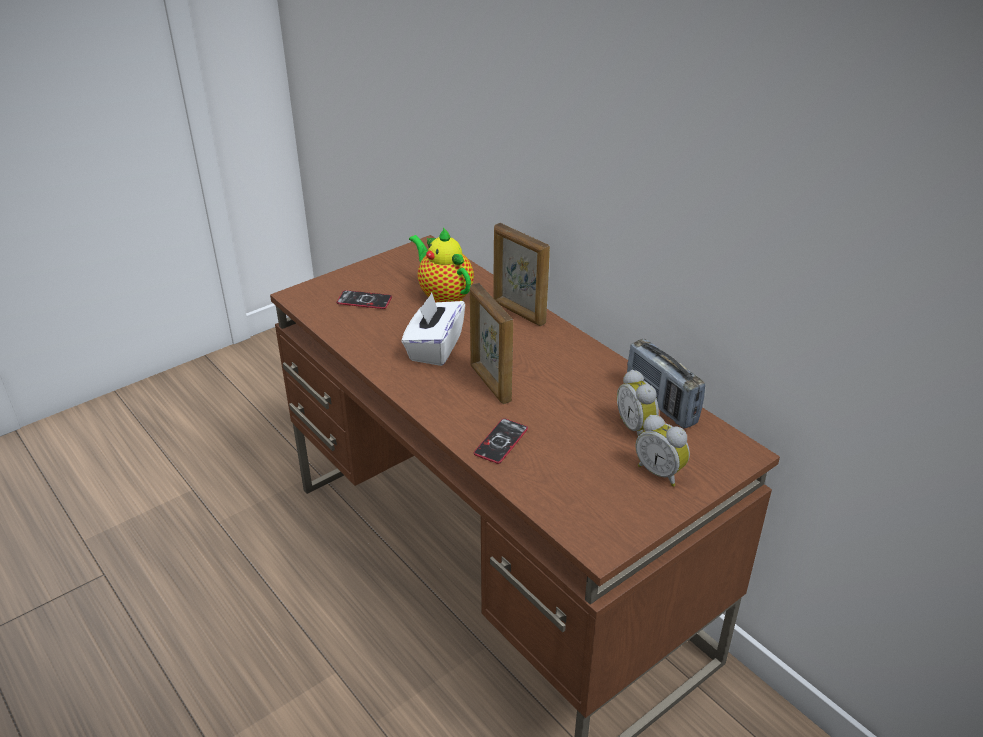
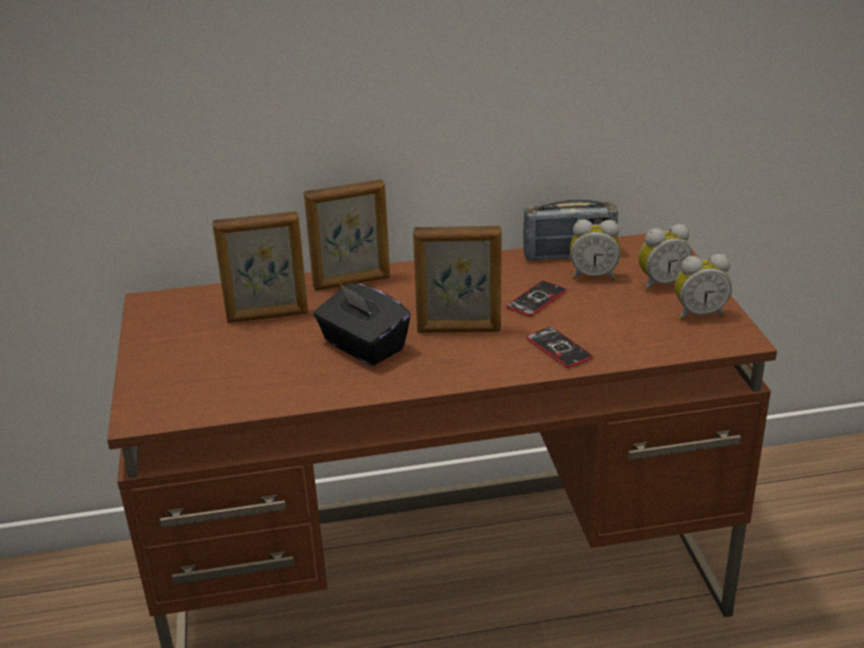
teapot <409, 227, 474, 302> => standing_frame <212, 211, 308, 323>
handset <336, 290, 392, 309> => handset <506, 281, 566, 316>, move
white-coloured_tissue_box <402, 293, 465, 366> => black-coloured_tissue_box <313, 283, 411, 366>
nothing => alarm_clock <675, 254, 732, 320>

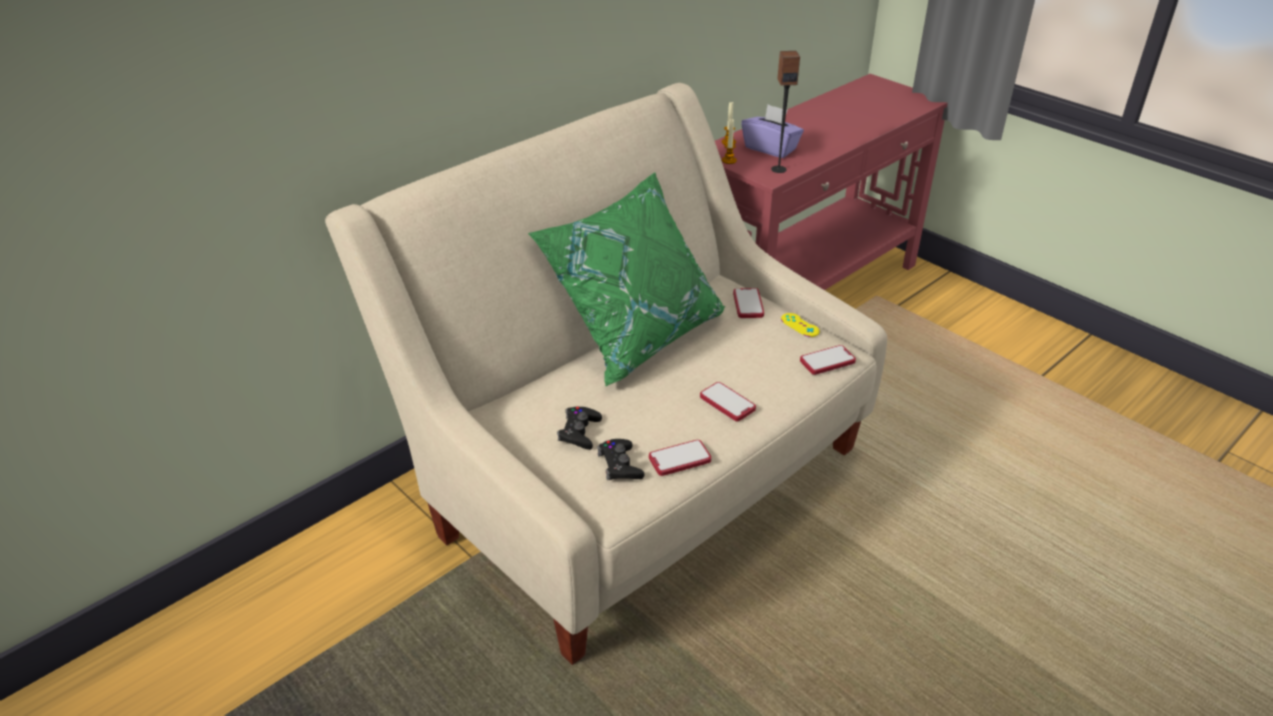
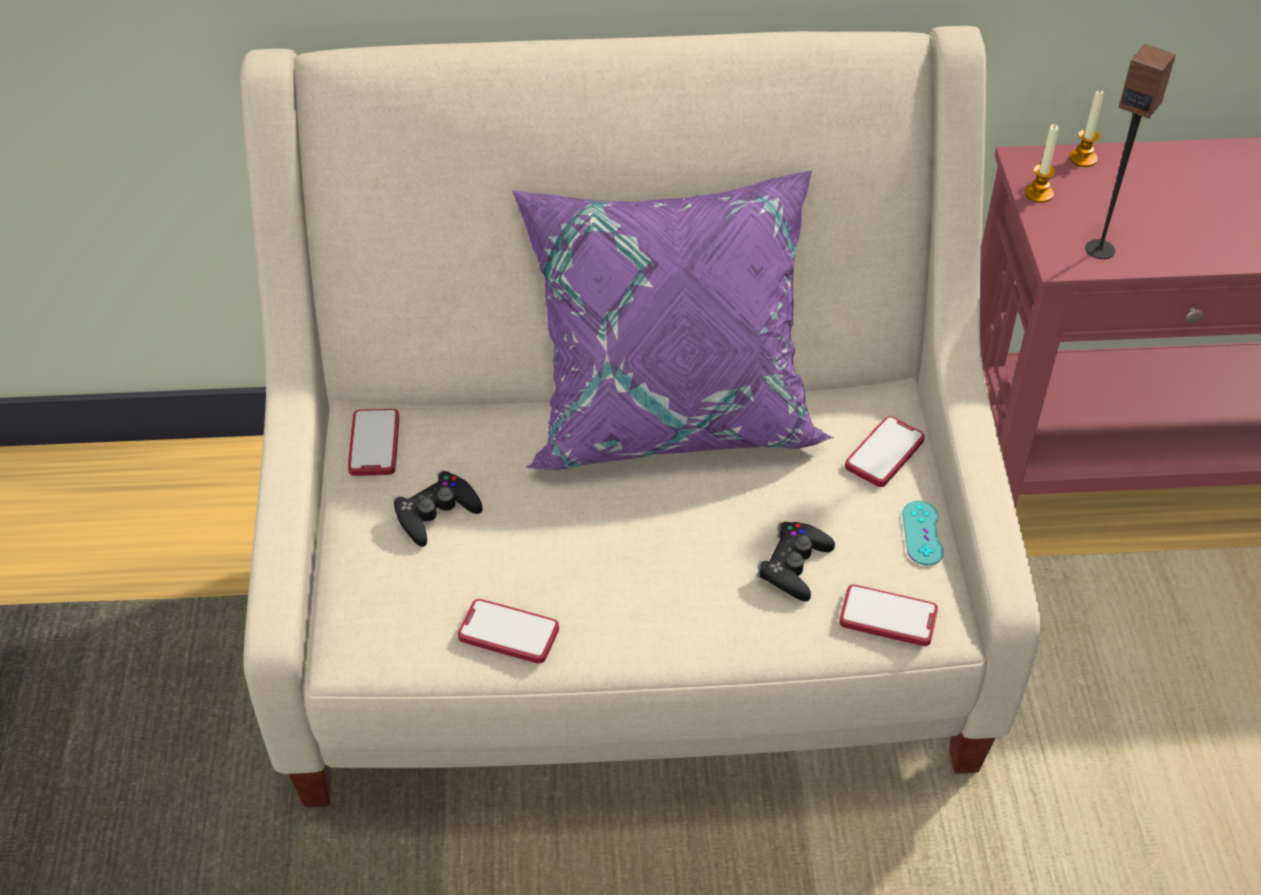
purplish_tissue_box <741, 104, 804, 158> => nothing
green_cushion <528, 173, 725, 386> => purplish_cushion <512, 170, 833, 470>
yellow-coloured_gamepad <781, 313, 820, 337> => turquoise_gamepad <902, 501, 944, 565>
handset <700, 382, 756, 421> => handset <348, 409, 399, 476>, move
black-coloured_gamepad <597, 439, 644, 480> => black-coloured_gamepad <757, 522, 835, 602>, move

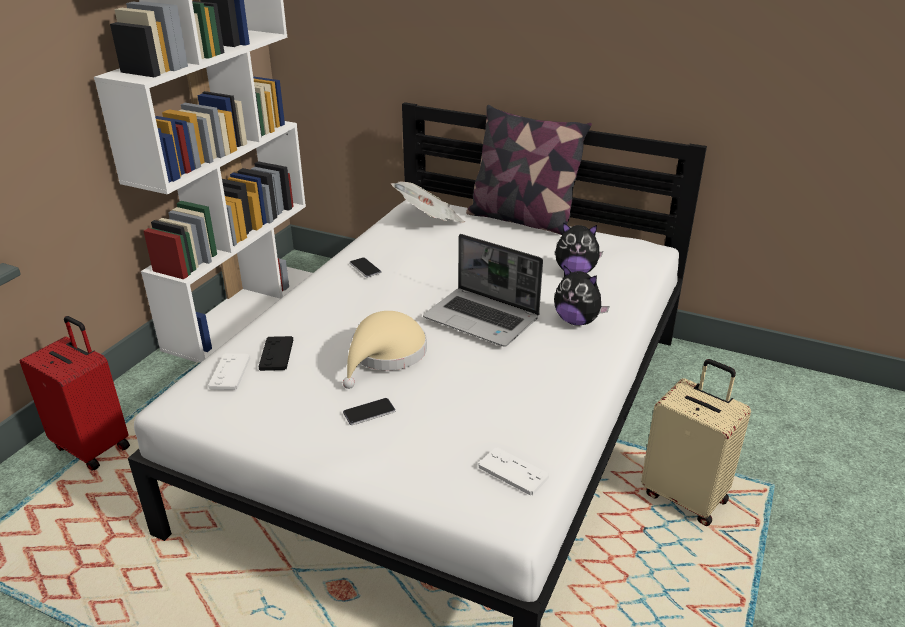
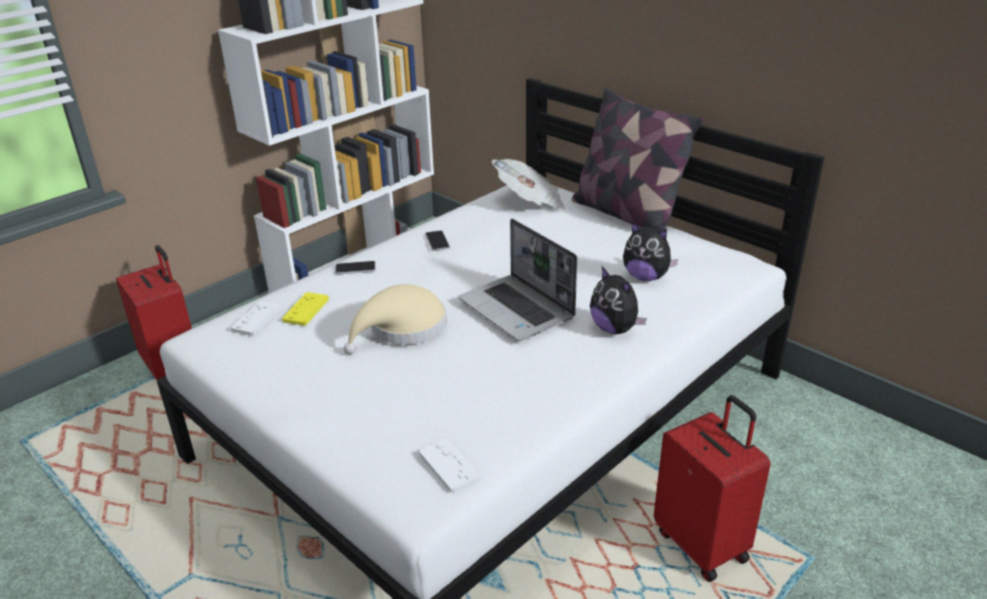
black-coloured_gamepad <258, 336, 293, 371> => yellow-coloured_gamepad <282, 292, 329, 326>
beige-coloured_travel_case <641, 359, 751, 526> => red-coloured_travel_case <654, 395, 771, 582>
handset <343, 398, 396, 425> => handset <335, 261, 376, 275>, move

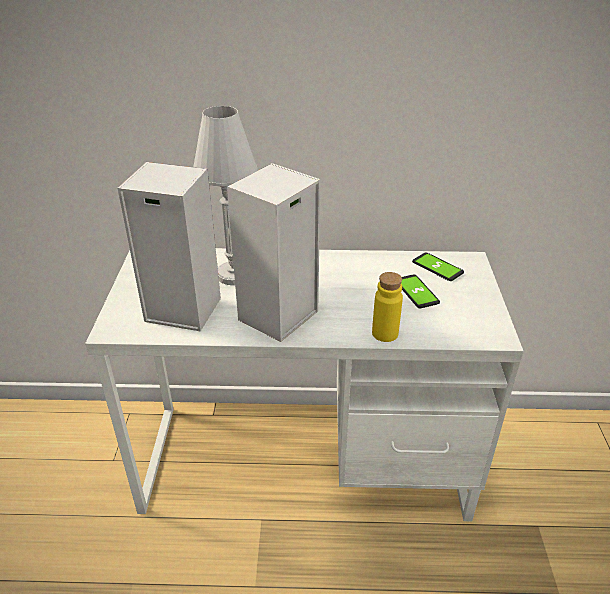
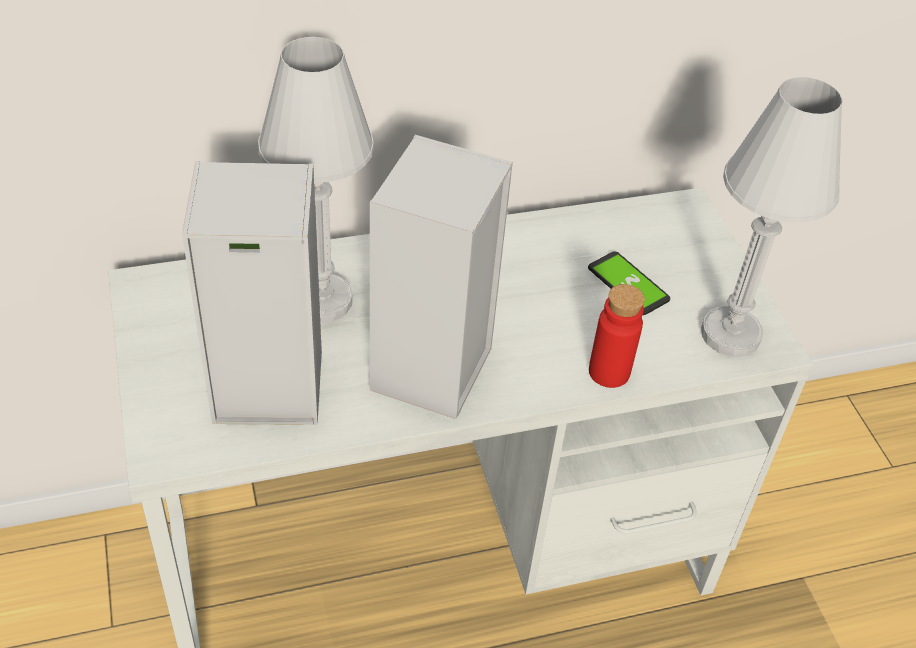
handset <412, 252, 464, 281> => nothing
yellow-coloured_drink_bottle <372, 272, 403, 342> => red-coloured_drink_bottle <589, 284, 645, 388>
nothing => white-coloured_table_lamp <701, 77, 842, 357>

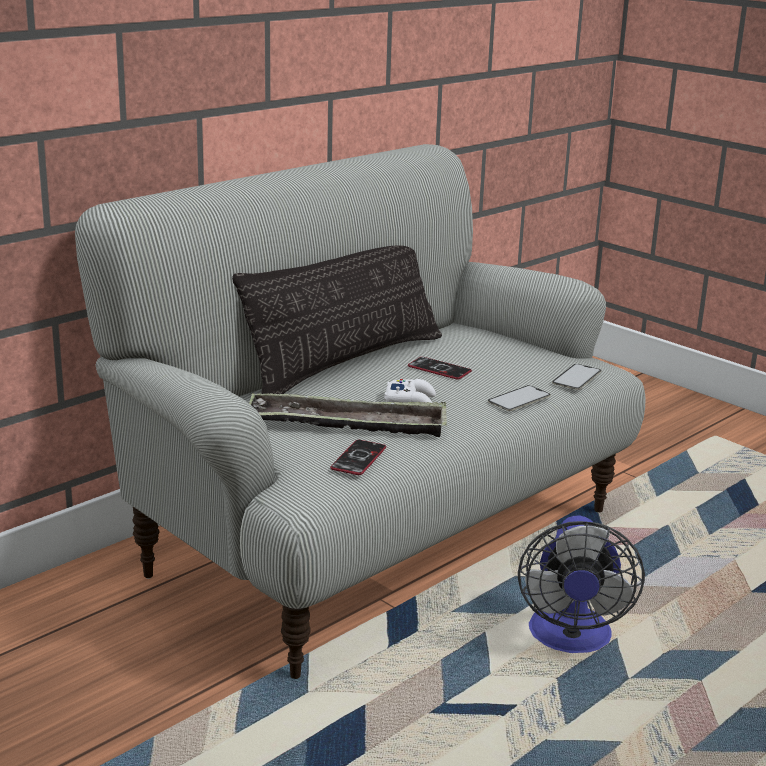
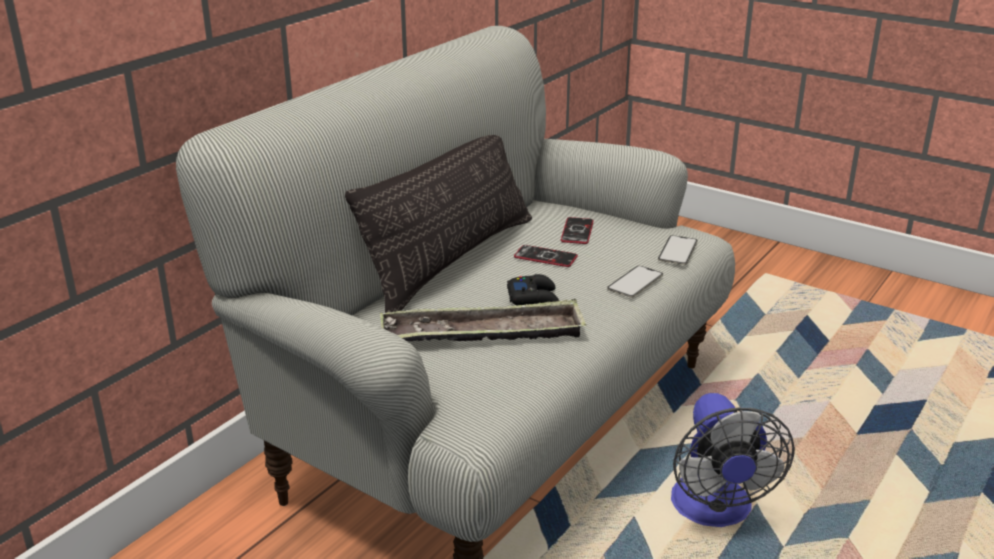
white-coloured_gamepad <384, 379, 436, 403> => black-coloured_gamepad <507, 274, 559, 305>
handset <330, 440, 386, 475> => handset <561, 217, 594, 244>, move

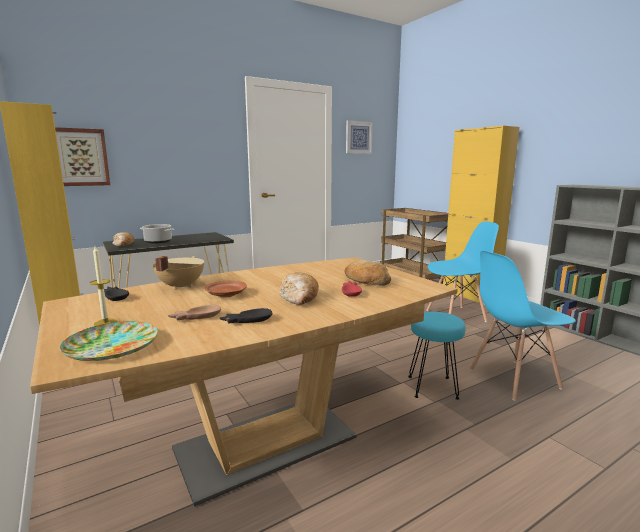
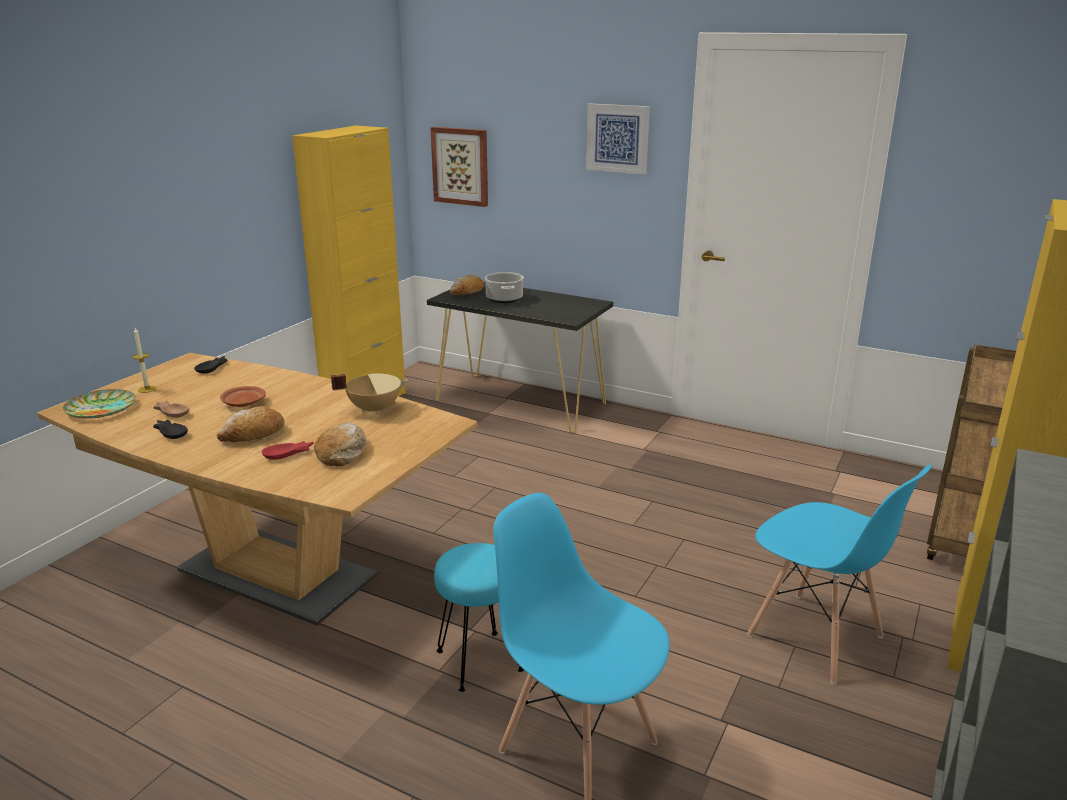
picture <346, 120, 373, 154> => picture <586, 104, 650, 175>, move
beige-coloured_saucepot <153, 256, 204, 290> => beige-coloured_saucepot <331, 373, 408, 415>, move

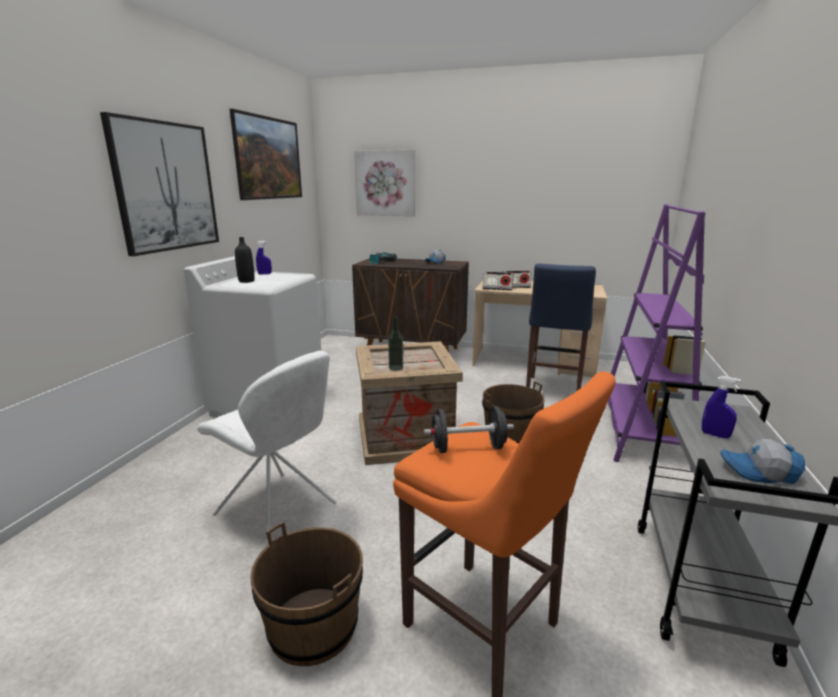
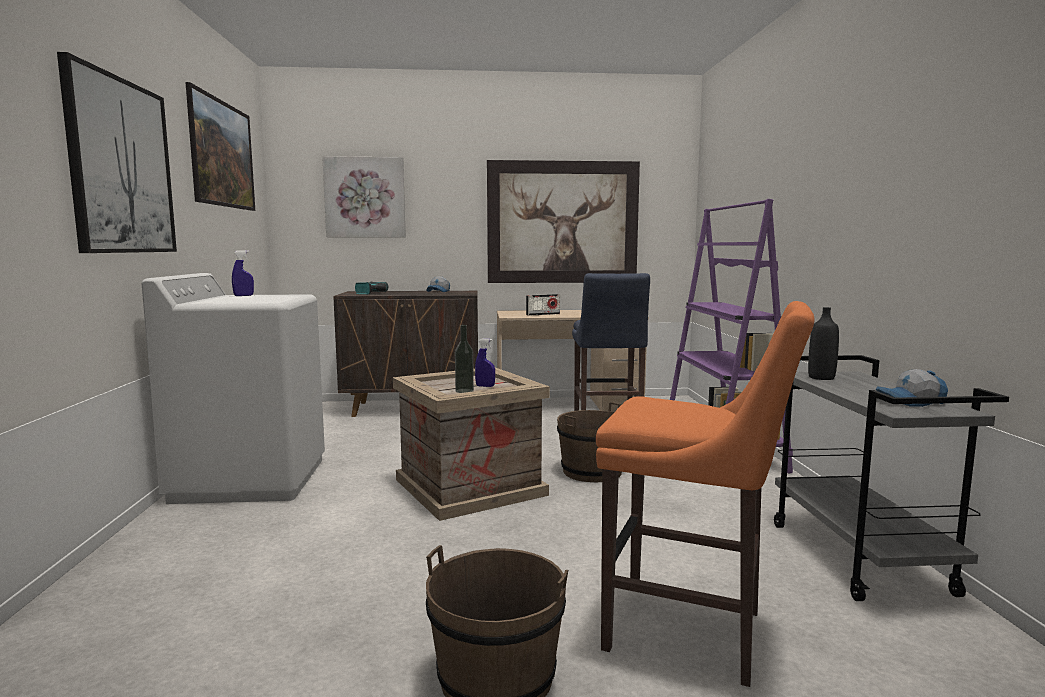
black-coloured_drink_bottle <235, 237, 254, 283> => black-coloured_drink_bottle <808, 307, 839, 380>, move
radio_receiver <483, 272, 514, 291> => nothing
white-coloured_plain_chair <197, 351, 336, 547> => nothing
blue_sprayer <702, 376, 741, 438> => blue_sprayer <475, 338, 495, 387>, move
black-coloured_dumbbell <424, 406, 514, 453> => nothing
nothing => picture <487, 160, 640, 283>

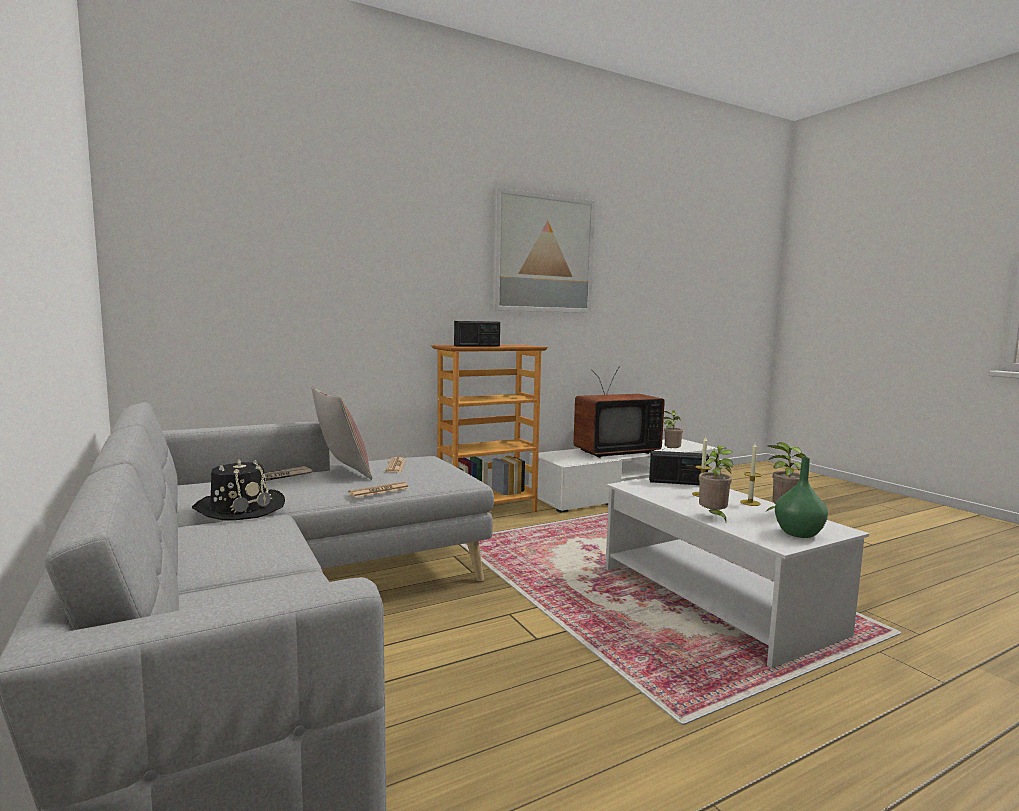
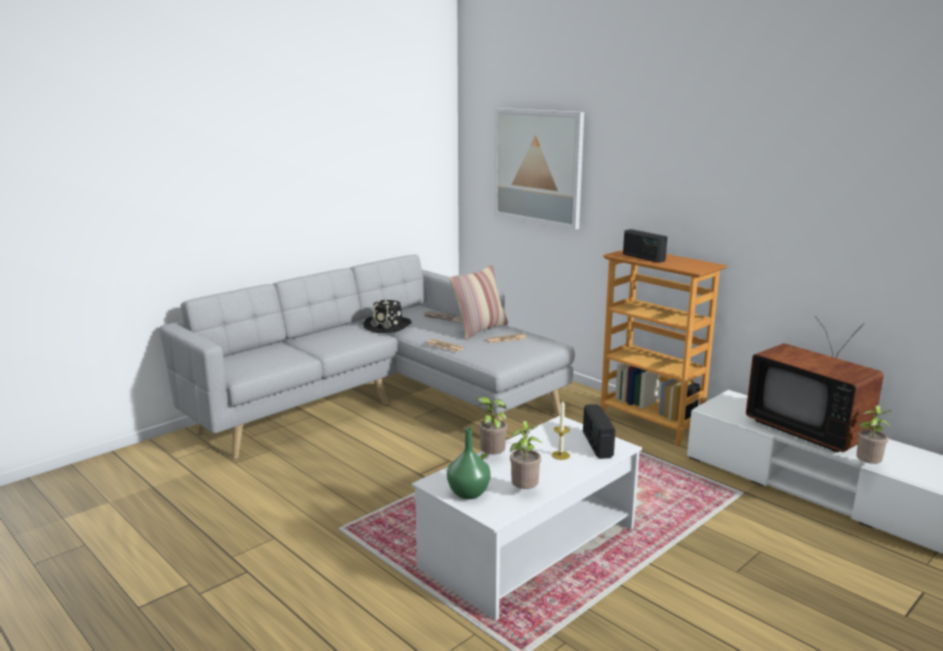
picture <492, 188, 595, 313> => picture <494, 108, 584, 230>, move
wax_light <740, 443, 762, 506> => nothing

